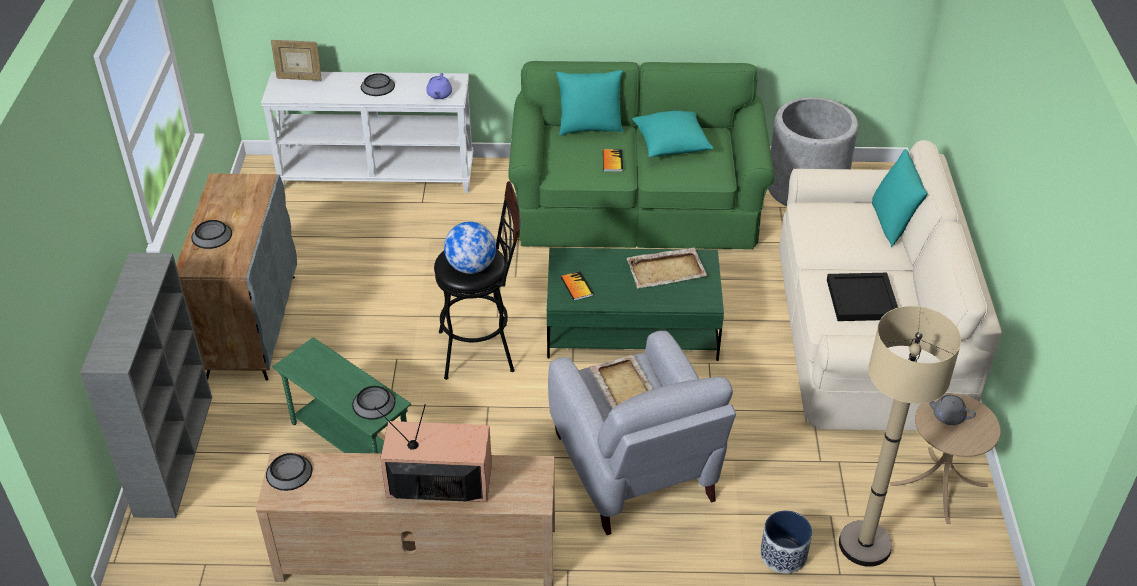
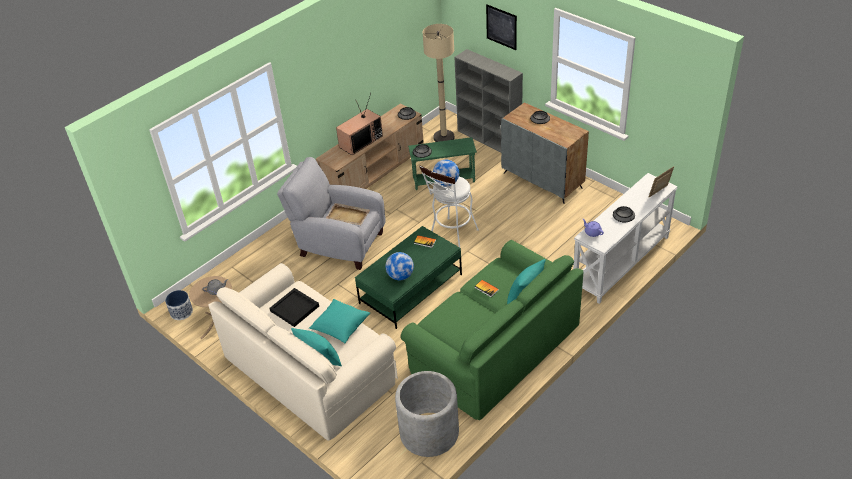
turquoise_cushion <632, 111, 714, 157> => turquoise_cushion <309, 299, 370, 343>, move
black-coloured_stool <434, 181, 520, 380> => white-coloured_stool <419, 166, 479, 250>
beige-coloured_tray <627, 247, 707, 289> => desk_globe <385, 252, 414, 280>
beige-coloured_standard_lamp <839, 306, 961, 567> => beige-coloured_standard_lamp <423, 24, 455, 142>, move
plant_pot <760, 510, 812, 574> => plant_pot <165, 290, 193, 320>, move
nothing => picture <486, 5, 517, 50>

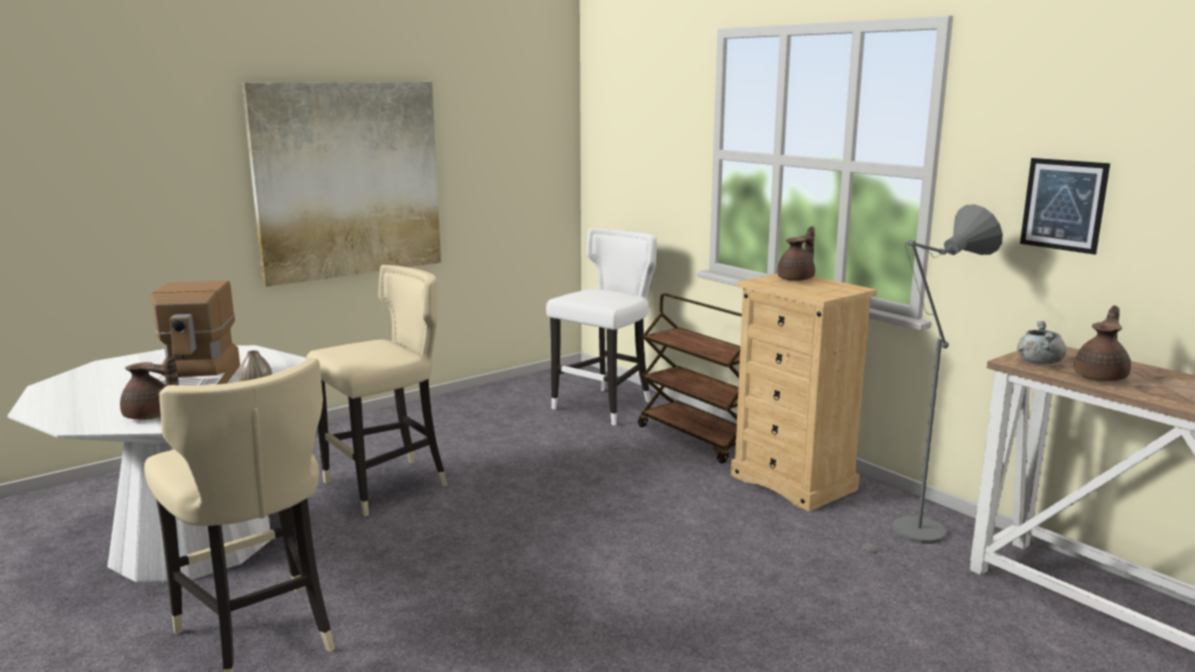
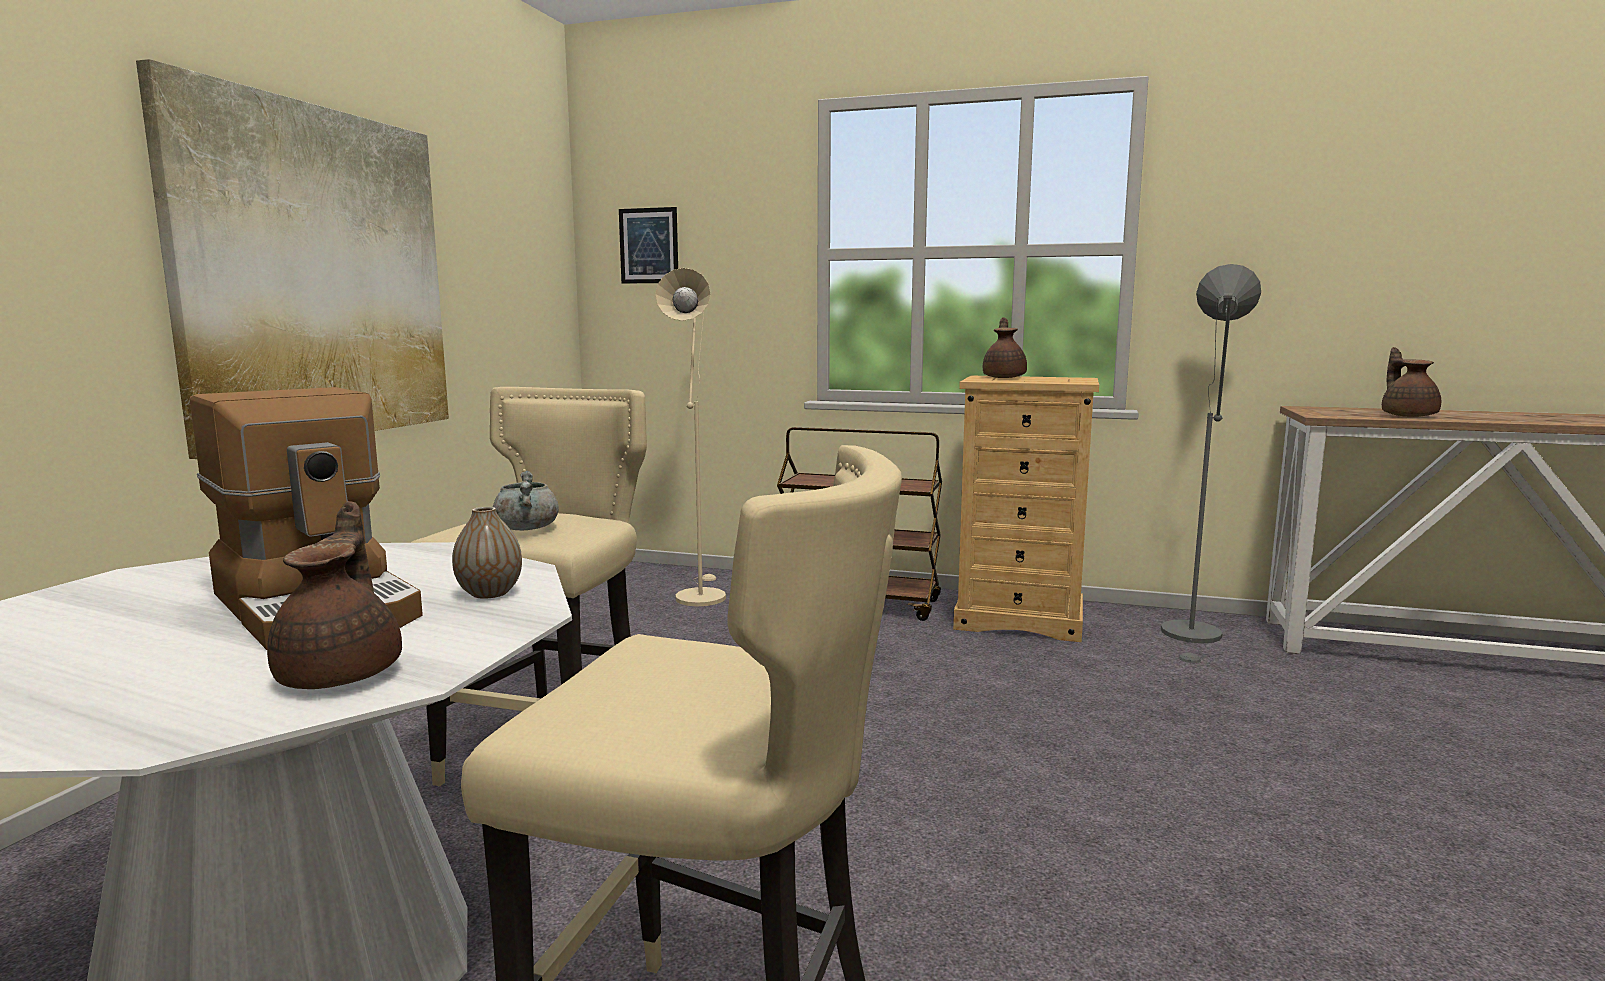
picture <1020, 158, 1110, 255> => picture <619, 207, 678, 284>, move
white-coloured_stool <546, 228, 657, 426> => beige-coloured_standard_lamp <655, 268, 726, 606>
greyish_saucepot <1017, 321, 1066, 364> => greyish_saucepot <493, 471, 559, 530>, move
brownish_teapot <120, 355, 179, 420> => brownish_teapot <267, 501, 402, 689>, 75 degrees counterclockwise

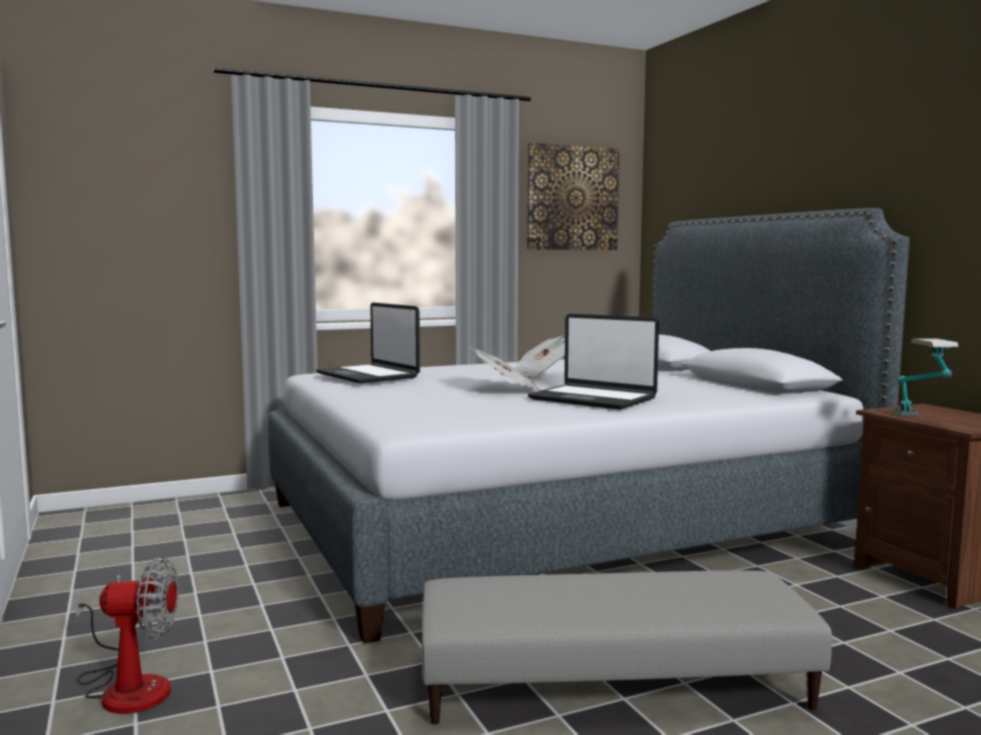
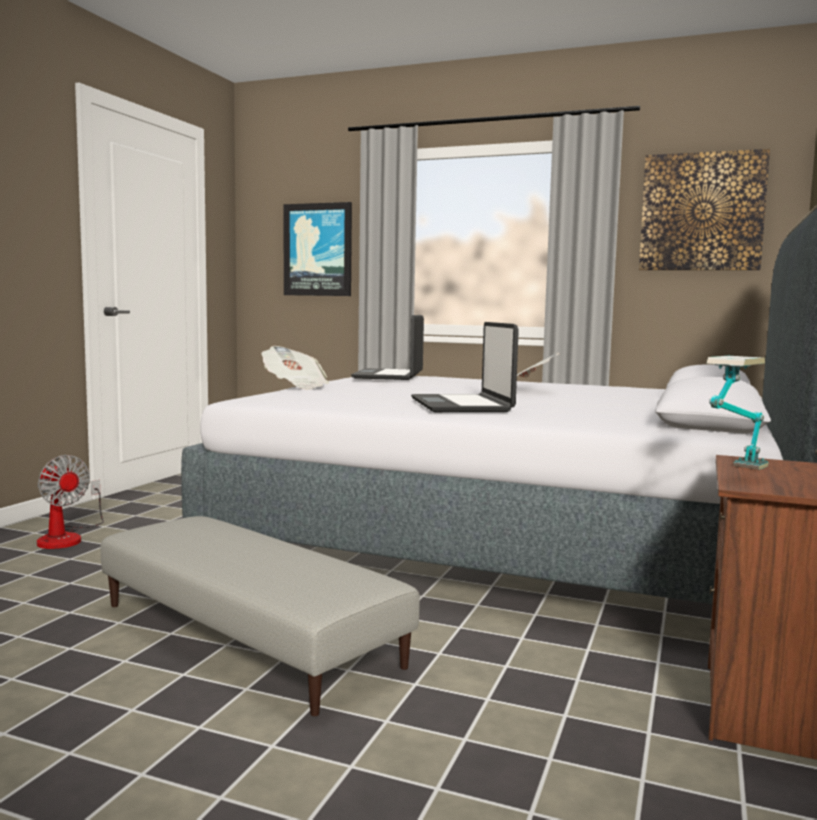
newspaper <470, 347, 541, 391> => newspaper <261, 346, 329, 390>, move
nothing => picture <284, 202, 352, 296>

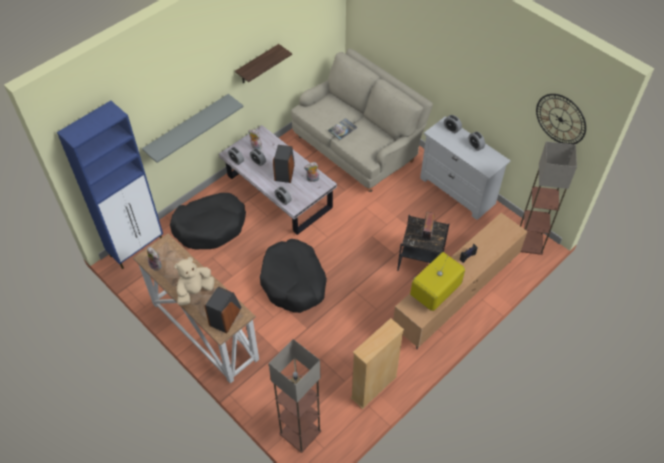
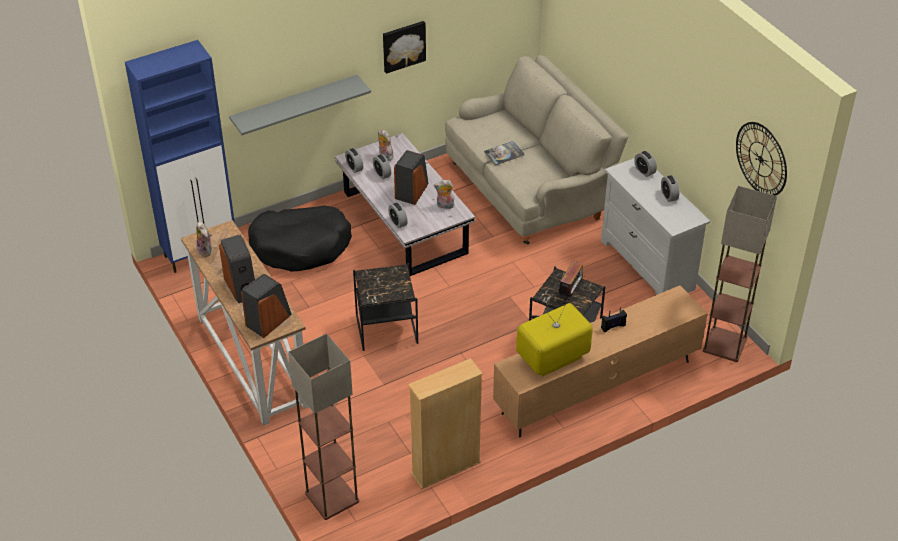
bracket_shelf <235, 44, 292, 83> => picture <383, 21, 426, 74>
black-coloured_dog_cushion <260, 239, 327, 313> => black-coloured_accent_table <353, 263, 418, 351>
beige-coloured_cuddly_toy <174, 257, 214, 305> => speaker <219, 234, 255, 303>

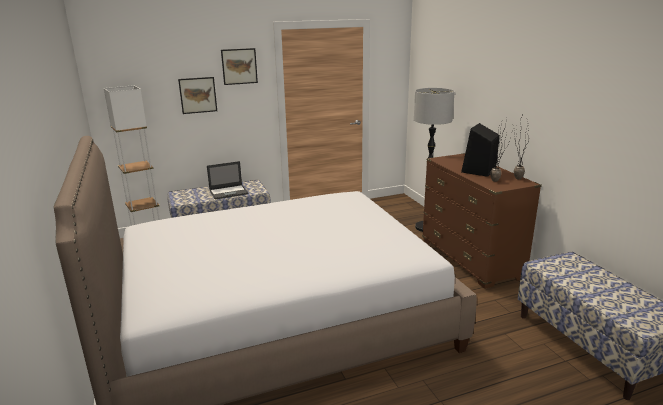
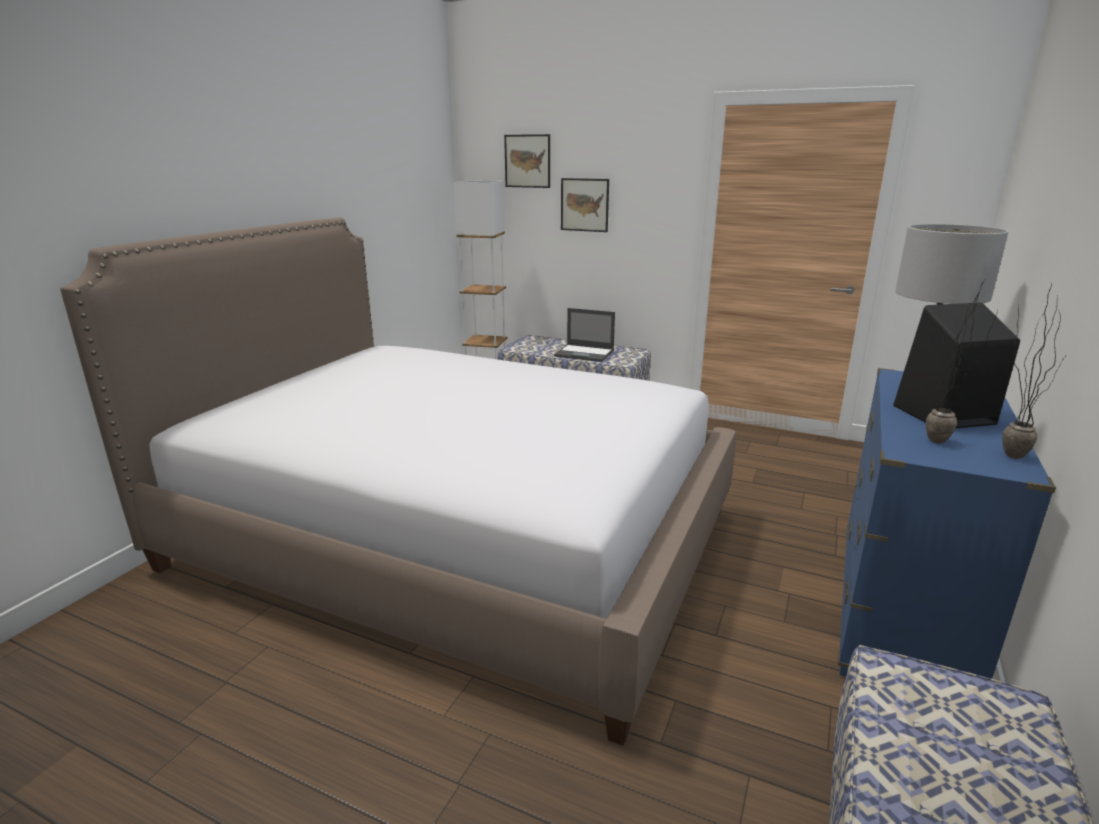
picture <221, 48, 258, 85> => picture <504, 134, 550, 188>, move
brownish_dresser <422, 153, 542, 289> => blue_dresser <838, 368, 1056, 681>

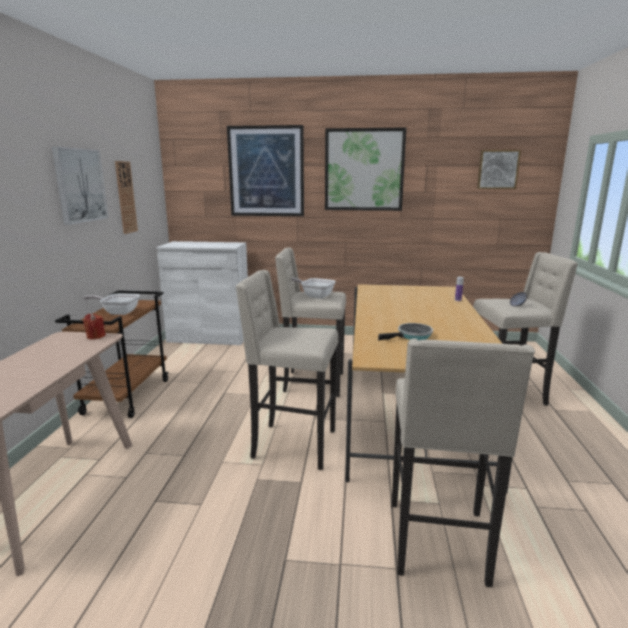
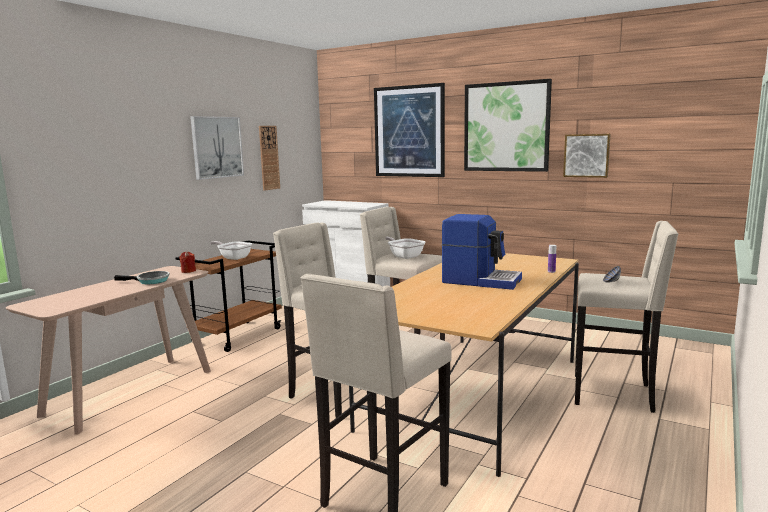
picture <477, 150, 521, 189> => picture <563, 134, 611, 178>, move
pan <378, 323, 433, 340> => pan <114, 271, 170, 284>, move
nothing => coffee_brewer <442, 214, 522, 290>

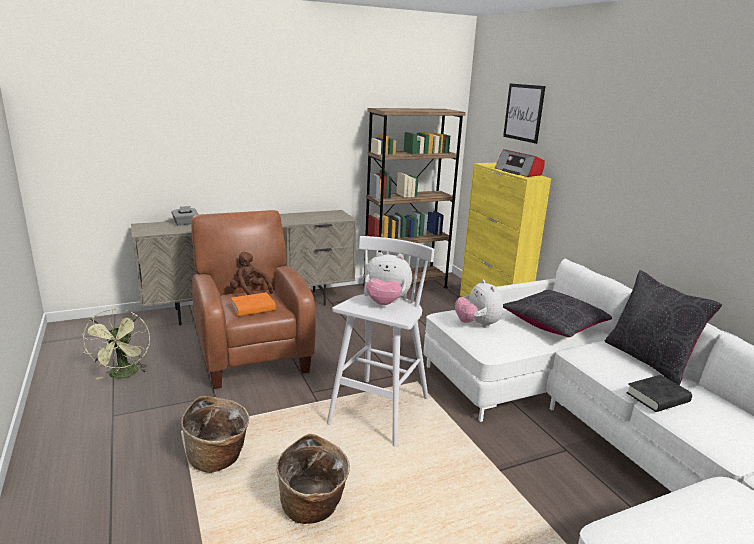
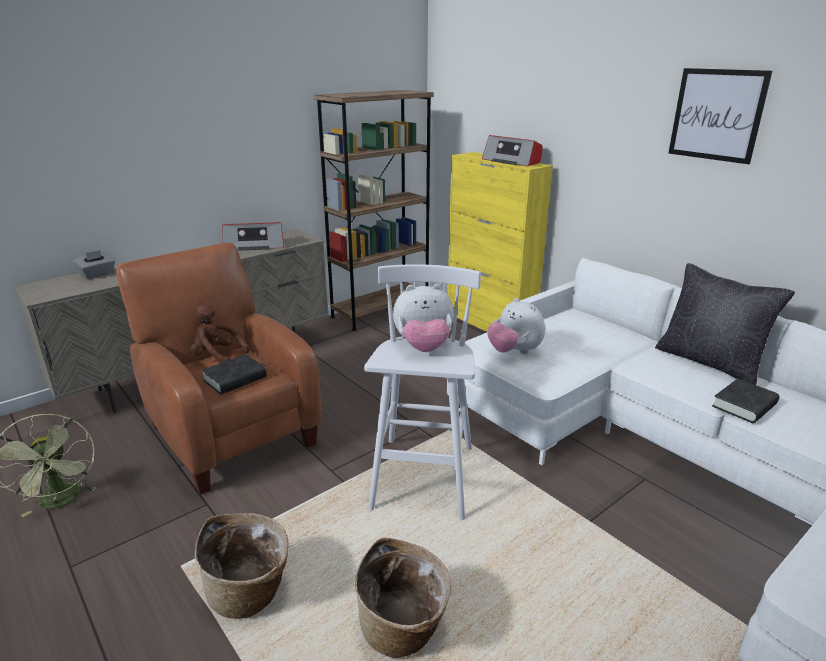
picture <503, 83, 545, 144> => picture <669, 68, 772, 164>, move
black-coloured_cushion <503, 290, 612, 337> => nothing
orange-coloured_volume <231, 292, 276, 317> => black-coloured_volume <201, 354, 267, 395>
nothing => radio_receiver <222, 222, 284, 251>

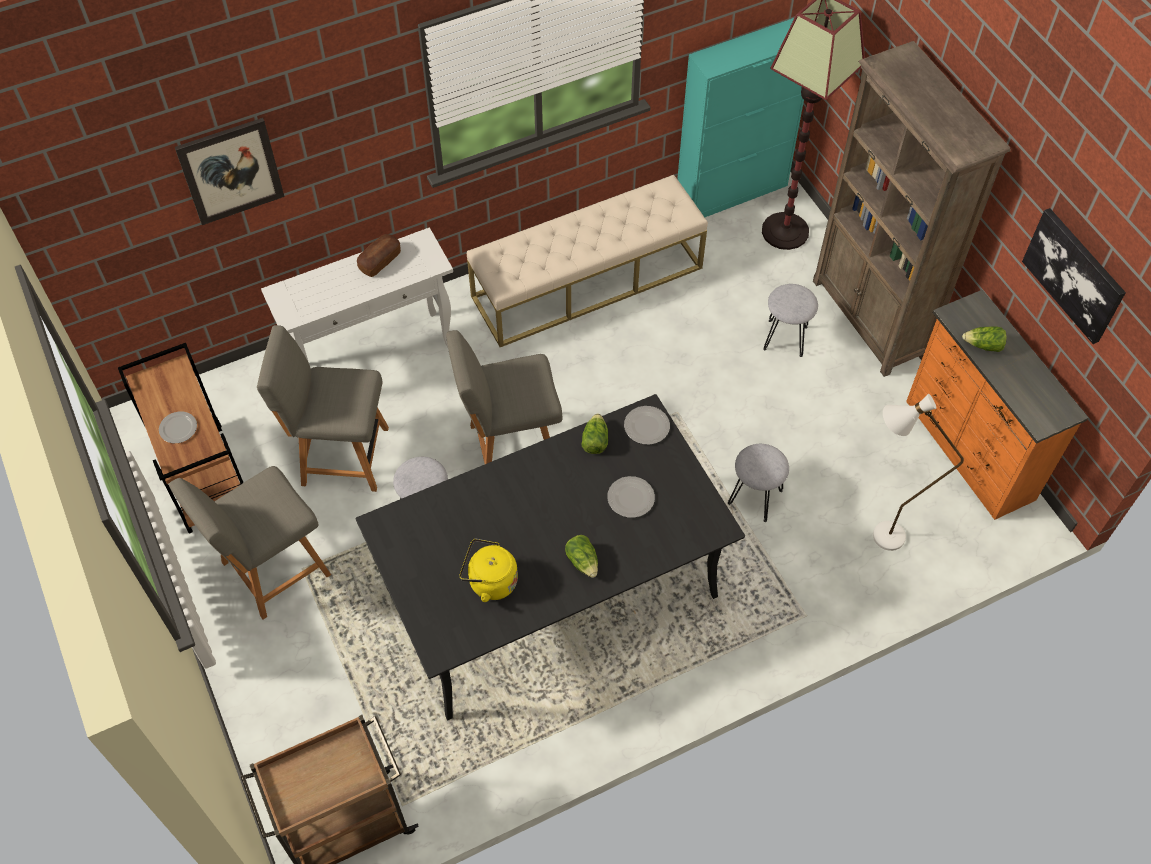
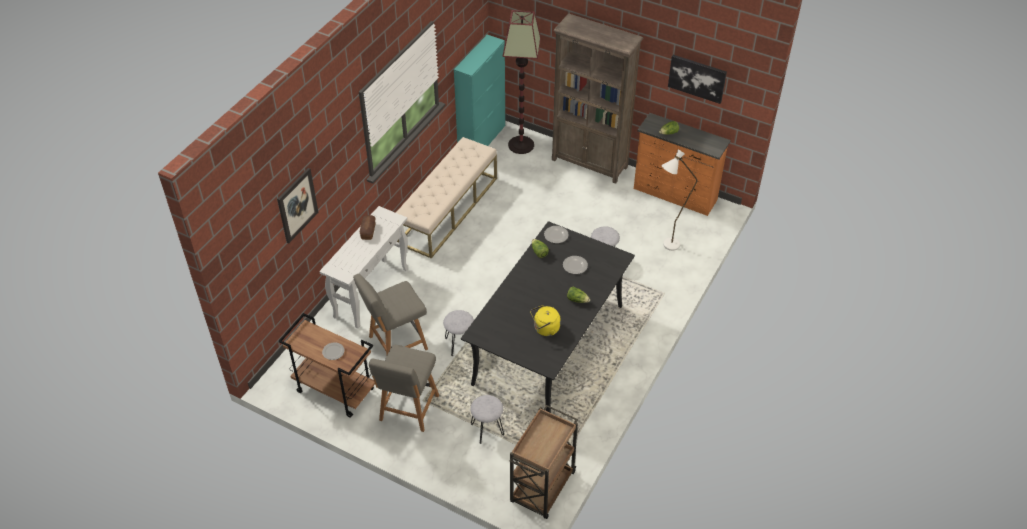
greyish_stool <763, 284, 818, 357> => greyish_stool <470, 395, 504, 444>, move
greyish_plain_chair <446, 330, 562, 464> => nothing

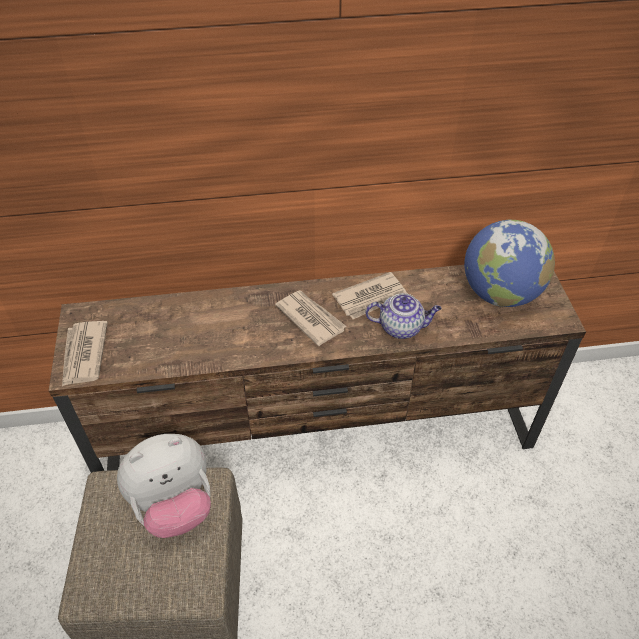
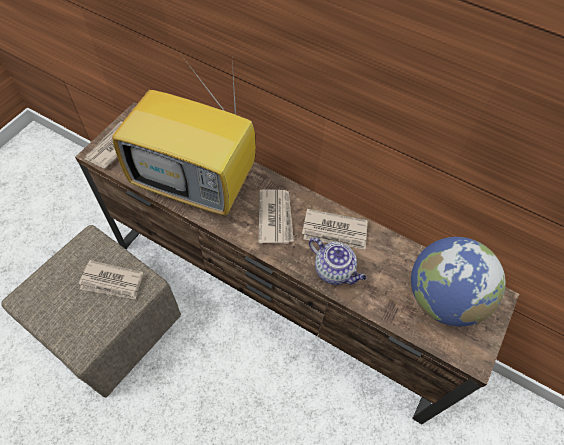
cuddly_toy <117, 434, 211, 538> => newspaper <79, 260, 143, 300>
nothing => TV_set <112, 51, 256, 215>

